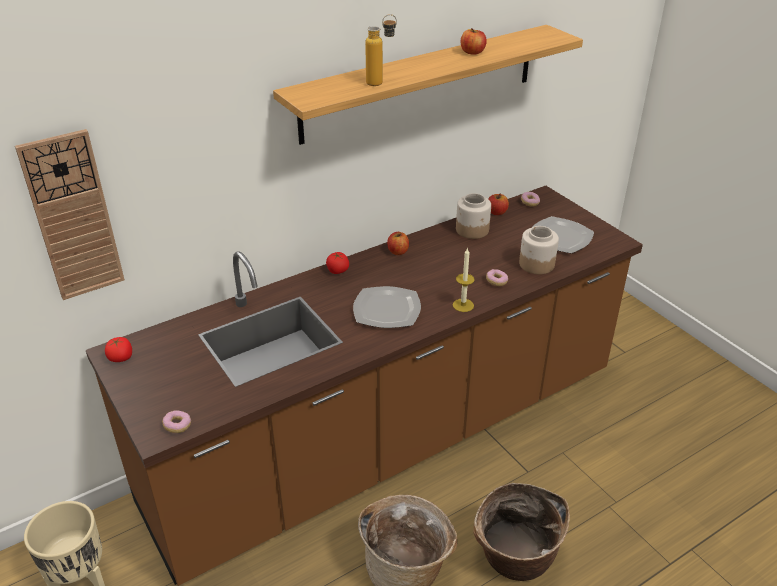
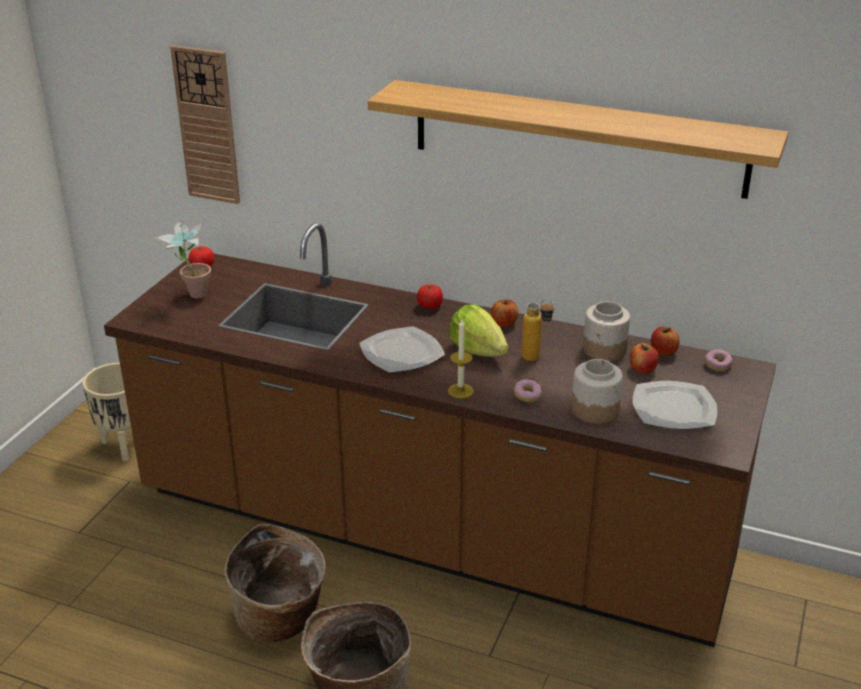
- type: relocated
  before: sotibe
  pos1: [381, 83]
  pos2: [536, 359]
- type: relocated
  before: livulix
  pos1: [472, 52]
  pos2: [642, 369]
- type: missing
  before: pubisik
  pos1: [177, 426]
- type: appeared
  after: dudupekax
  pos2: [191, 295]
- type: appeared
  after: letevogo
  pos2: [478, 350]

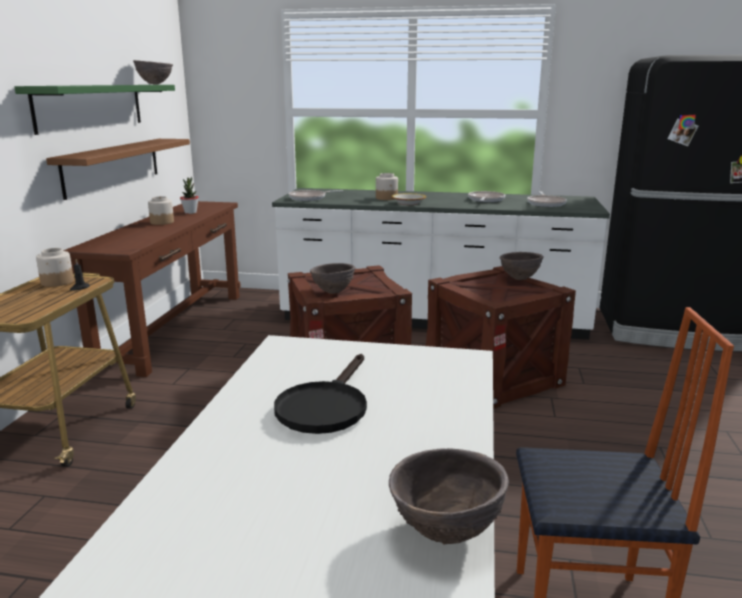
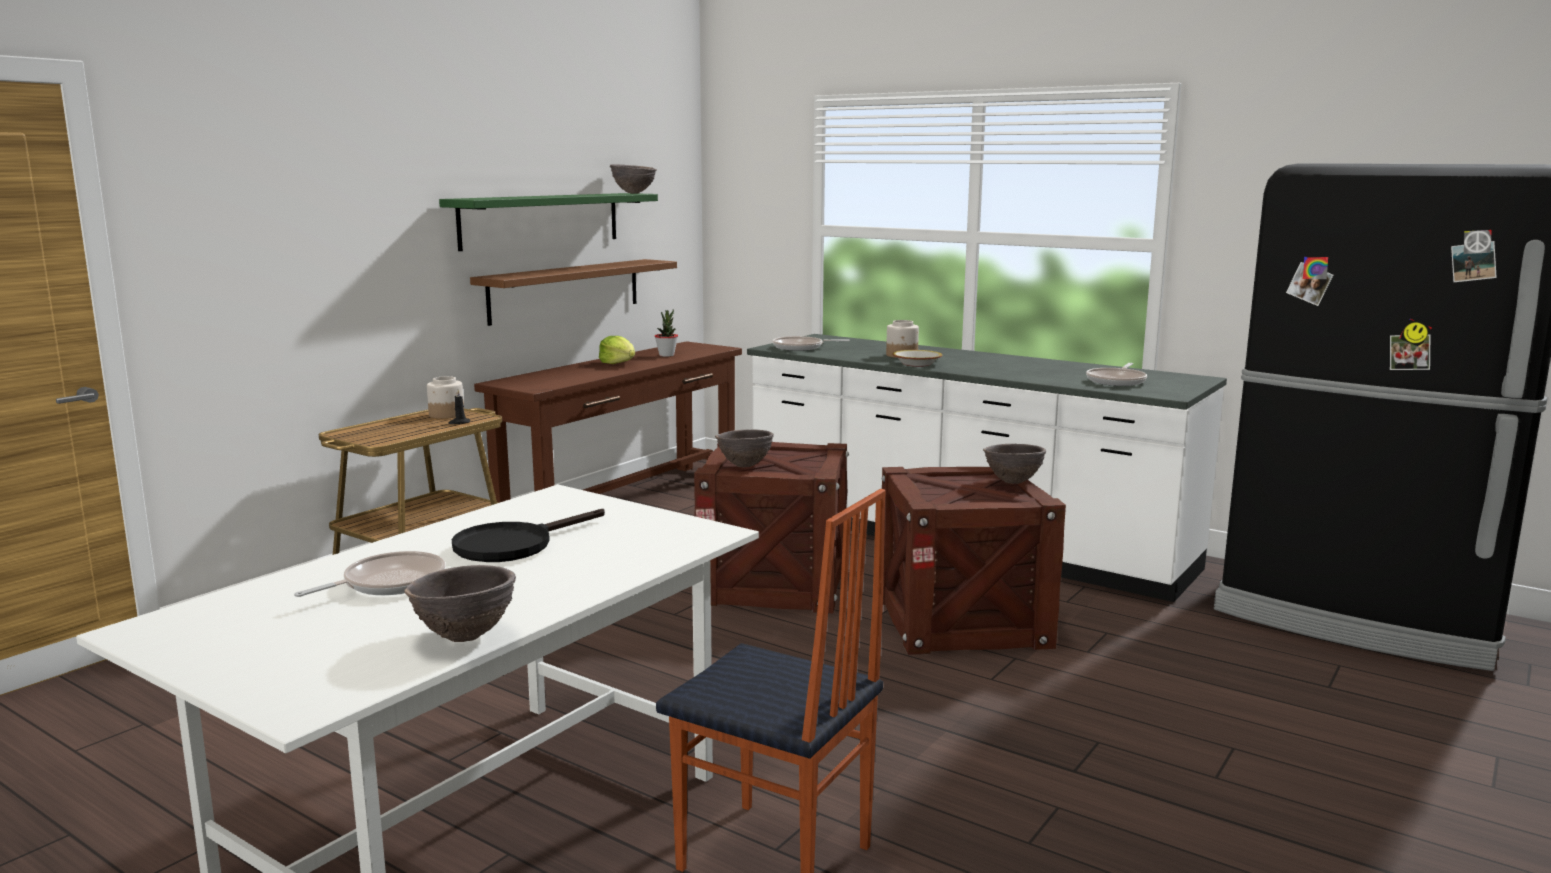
- type: relocated
  before: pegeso
  pos1: [485, 200]
  pos2: [388, 583]
- type: exchanged
  before: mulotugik
  after: letevogo
  pos1: [162, 222]
  pos2: [618, 363]

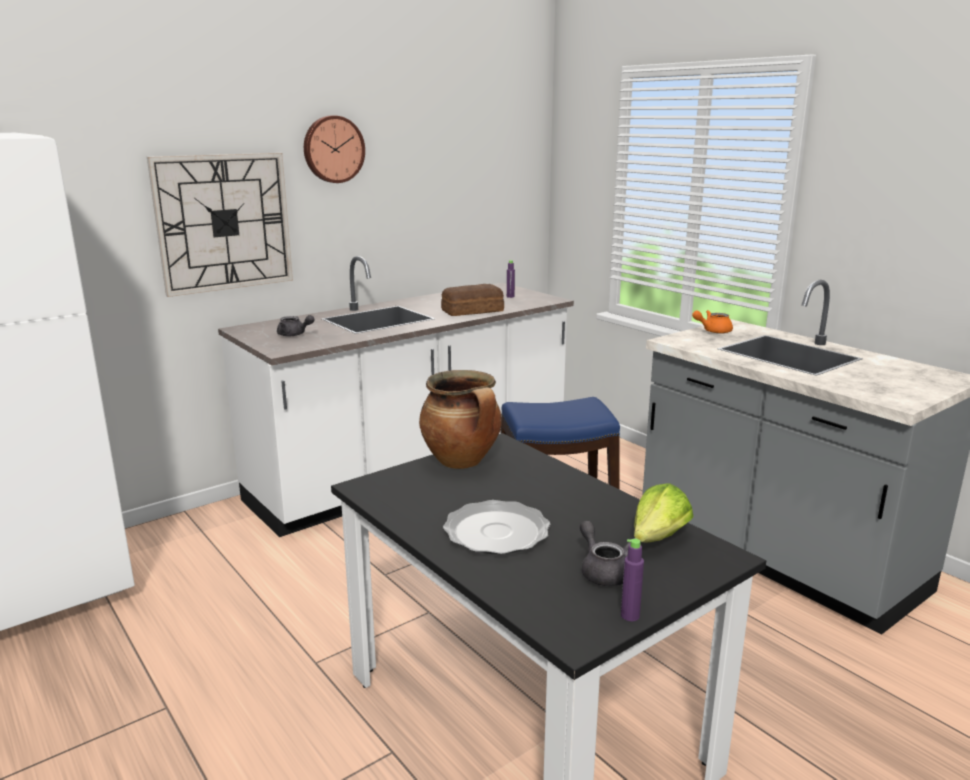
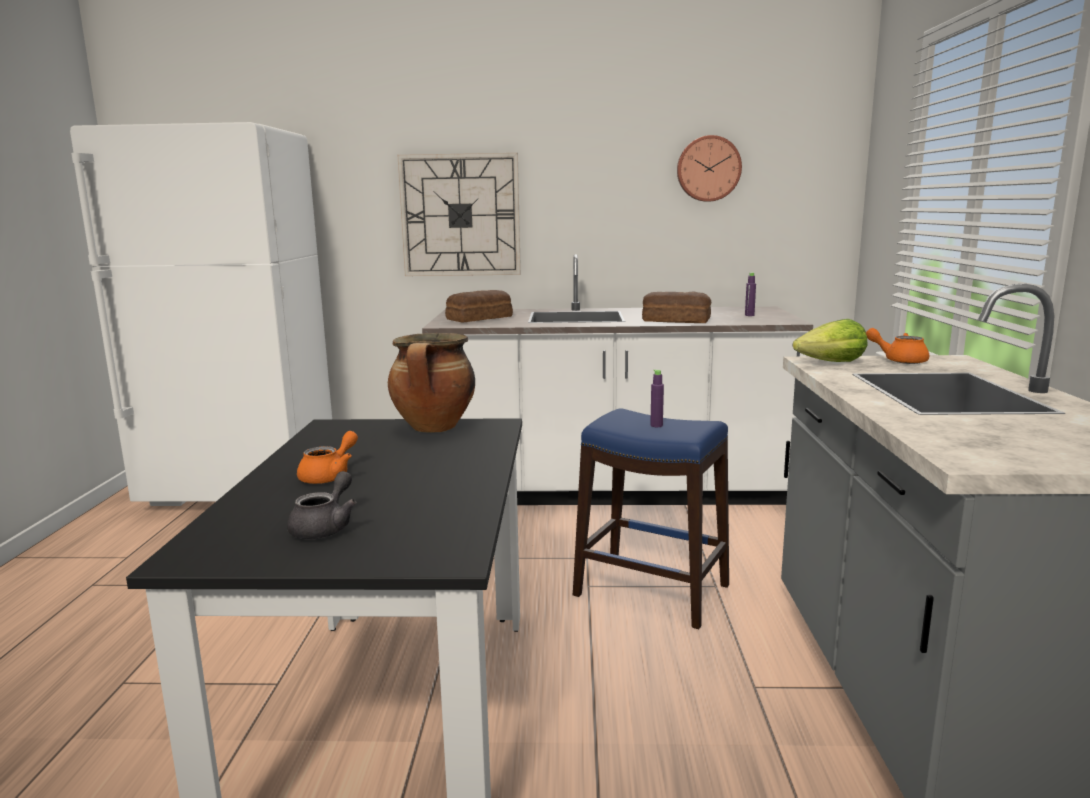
- type: relocated
  before: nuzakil
  pos1: [333, 149]
  pos2: [708, 169]
- type: exchanged
  before: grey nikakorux
  after: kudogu
  pos1: [294, 335]
  pos2: [480, 318]
- type: relocated
  before: letevogo
  pos1: [658, 537]
  pos2: [831, 363]
- type: exchanged
  before: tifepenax
  after: orange nikakorux
  pos1: [496, 531]
  pos2: [330, 476]
- type: relocated
  before: purple sotibe
  pos1: [630, 615]
  pos2: [656, 425]

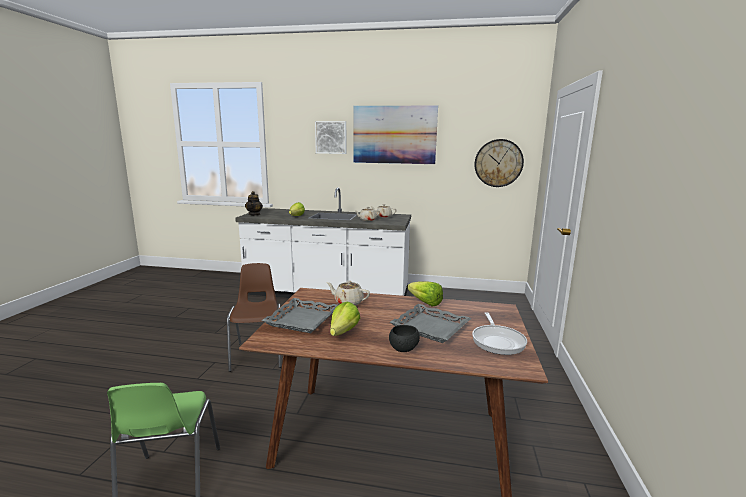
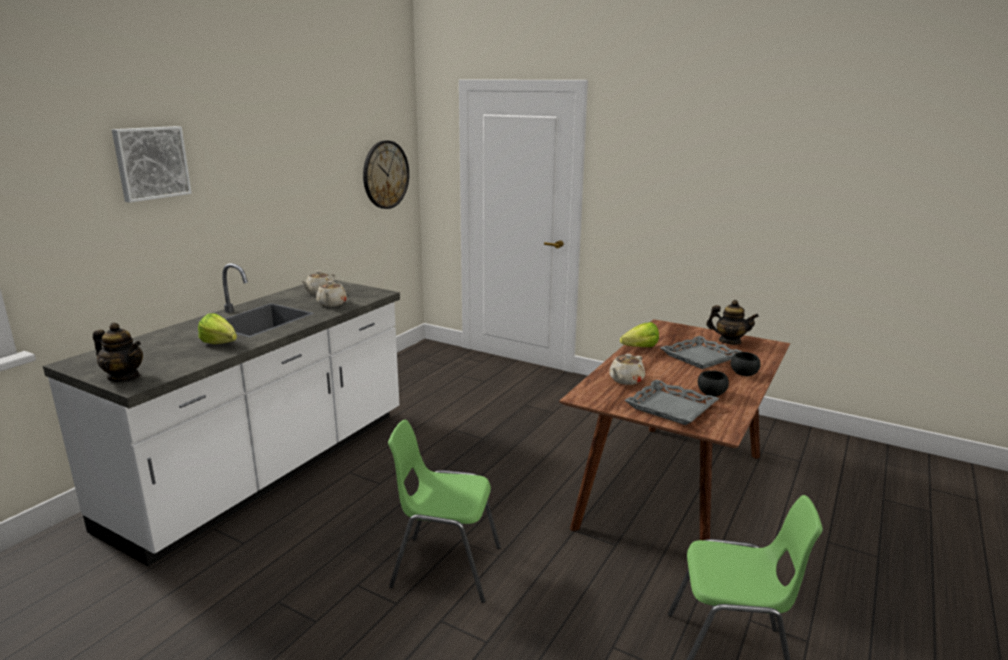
- type: missing
  before: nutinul
  pos1: [394, 135]
- type: colour
  before: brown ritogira
  after: green ritogira
  pos1: [258, 354]
  pos2: [445, 567]
- type: exchanged
  before: letevogo
  after: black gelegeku
  pos1: [340, 334]
  pos2: [711, 394]
- type: exchanged
  before: pegeso
  after: nikakorux
  pos1: [497, 341]
  pos2: [729, 341]

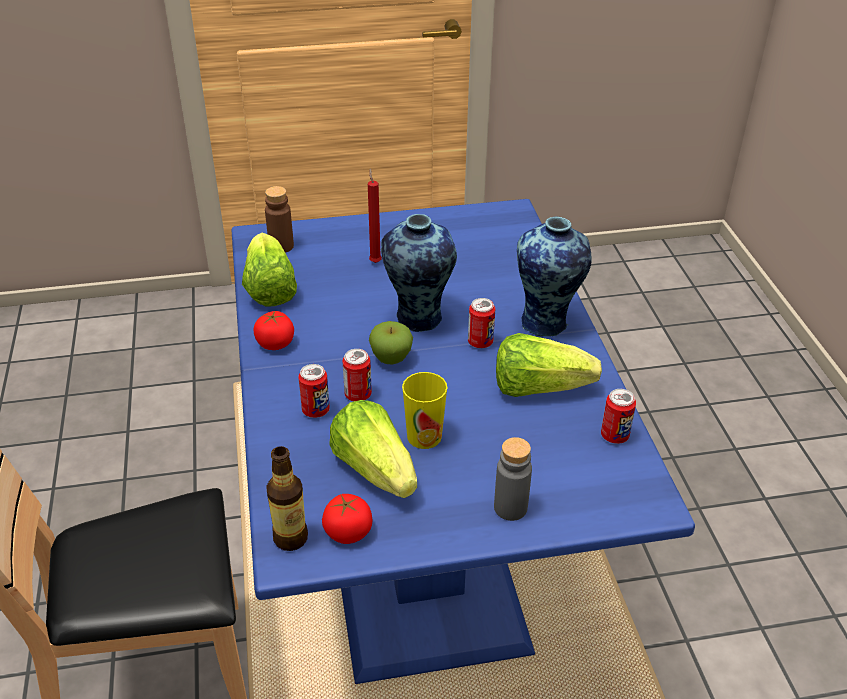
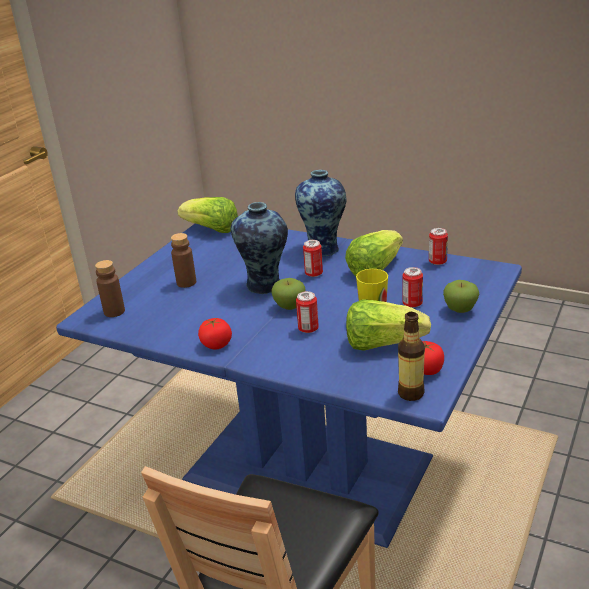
- type: exchanged
  before: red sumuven
  after: brown sotibe
  pos1: [375, 261]
  pos2: [186, 282]
- type: relocated
  before: letevogo
  pos1: [269, 288]
  pos2: [211, 230]
- type: relocated
  before: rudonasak
  pos1: [315, 410]
  pos2: [412, 304]
- type: exchanged
  before: grey sotibe
  after: livulix
  pos1: [510, 508]
  pos2: [460, 310]

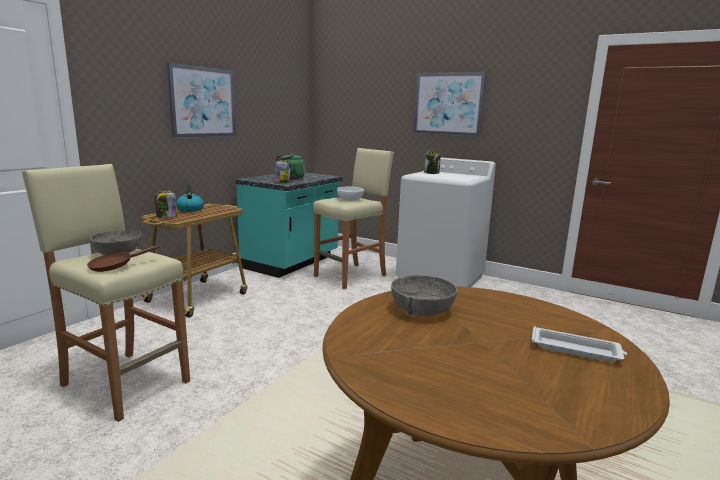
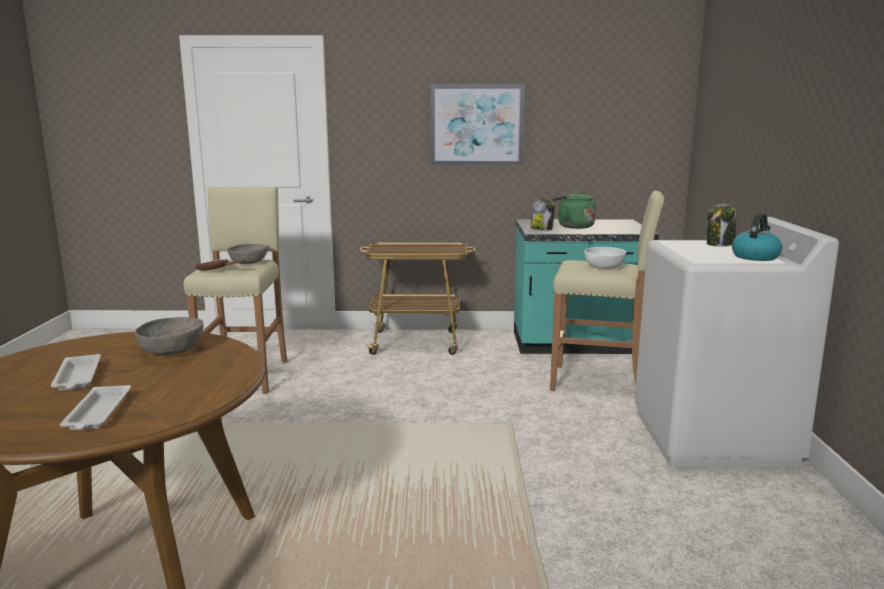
- type: missing
  before: nutinul
  pos1: [448, 104]
- type: relocated
  before: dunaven
  pos1: [190, 209]
  pos2: [755, 257]
- type: missing
  before: mulotugik
  pos1: [166, 217]
- type: appeared
  after: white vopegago
  pos2: [77, 377]

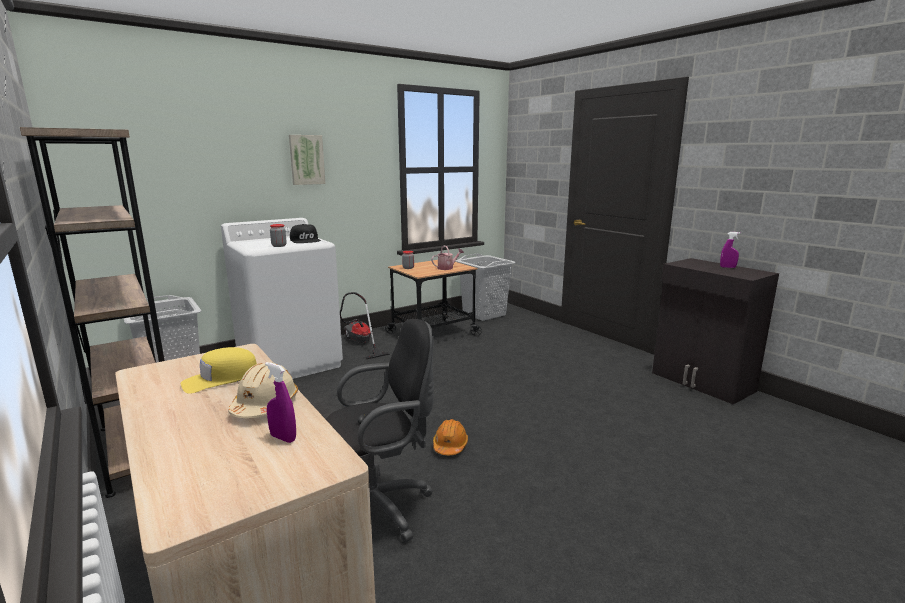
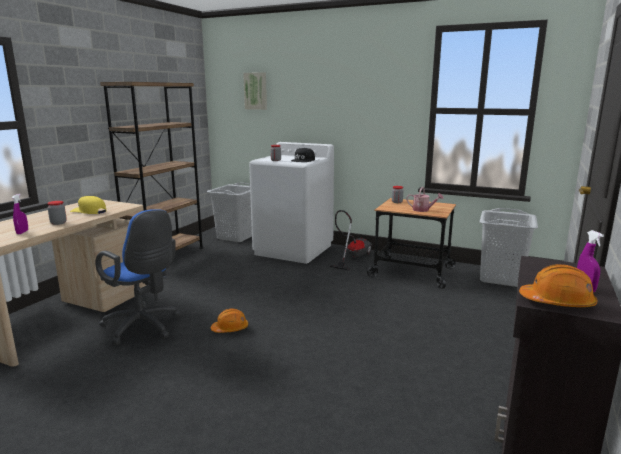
- type: relocated
  before: nutinul
  pos1: [306, 160]
  pos2: [256, 91]
- type: colour
  before: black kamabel
  after: blue kamabel
  pos1: [380, 508]
  pos2: [144, 327]
- type: exchanged
  before: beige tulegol
  after: mulotugik
  pos1: [265, 405]
  pos2: [58, 223]
- type: appeared
  after: orange tulegol
  pos2: [557, 302]

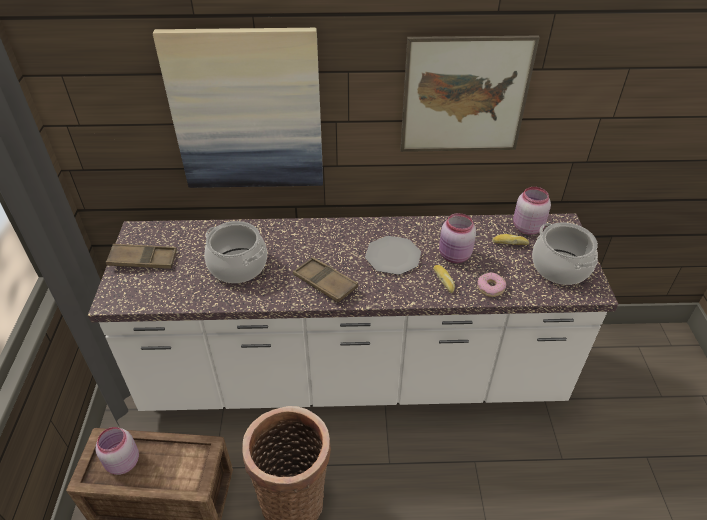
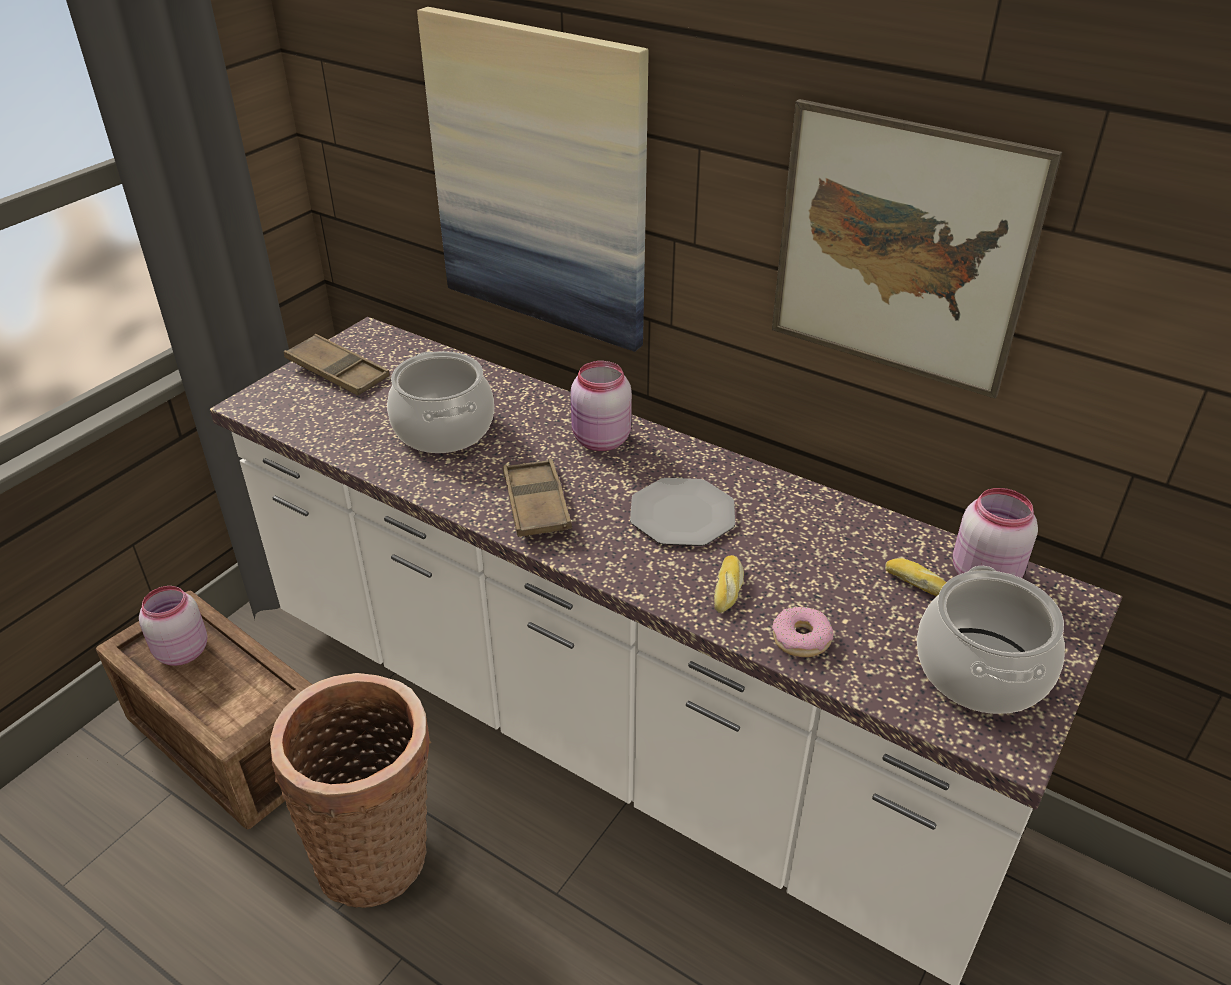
- type: relocated
  before: pink mulotugik
  pos1: [454, 256]
  pos2: [600, 440]

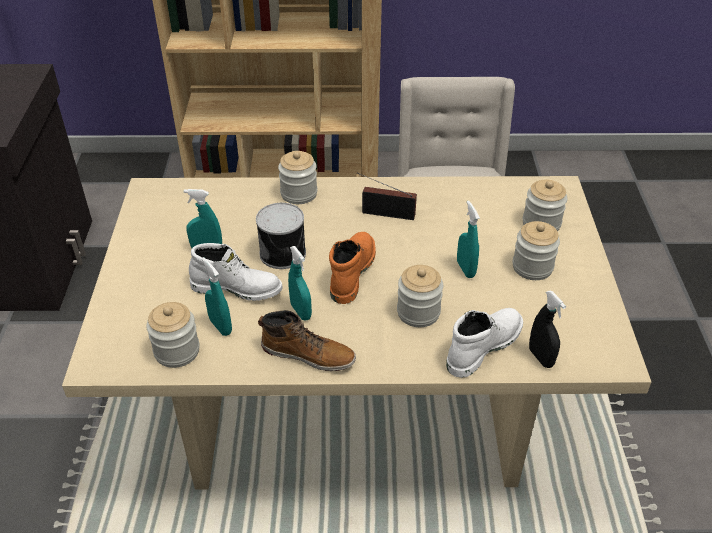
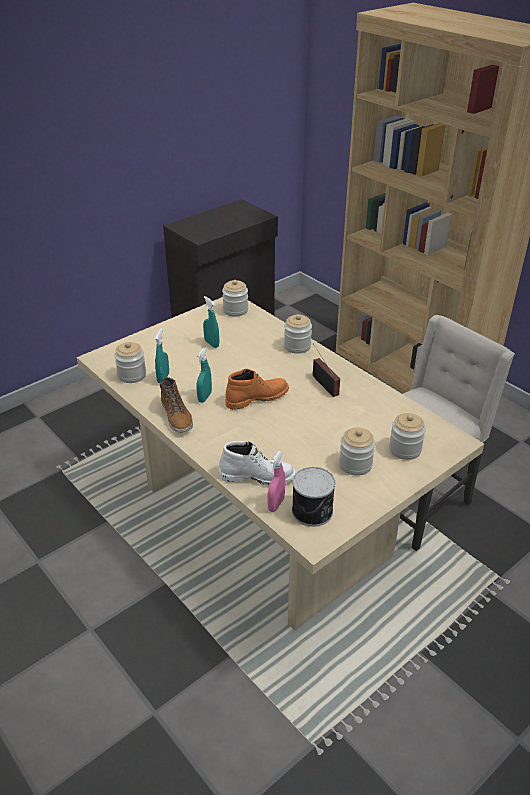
- type: missing
  before: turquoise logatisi
  pos1: [465, 269]
- type: relocated
  before: rudonasak
  pos1: [284, 253]
  pos2: [313, 511]
- type: missing
  before: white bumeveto
  pos1: [237, 288]
- type: relocated
  before: mulotugik
  pos1: [418, 312]
  pos2: [235, 310]
- type: colour
  before: black logatisi
  after: pink logatisi
  pos1: [540, 357]
  pos2: [276, 504]

